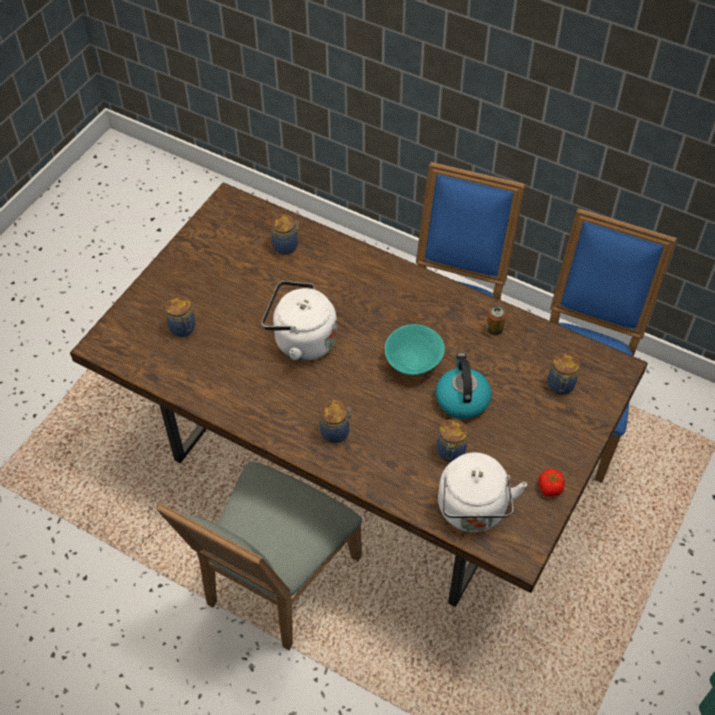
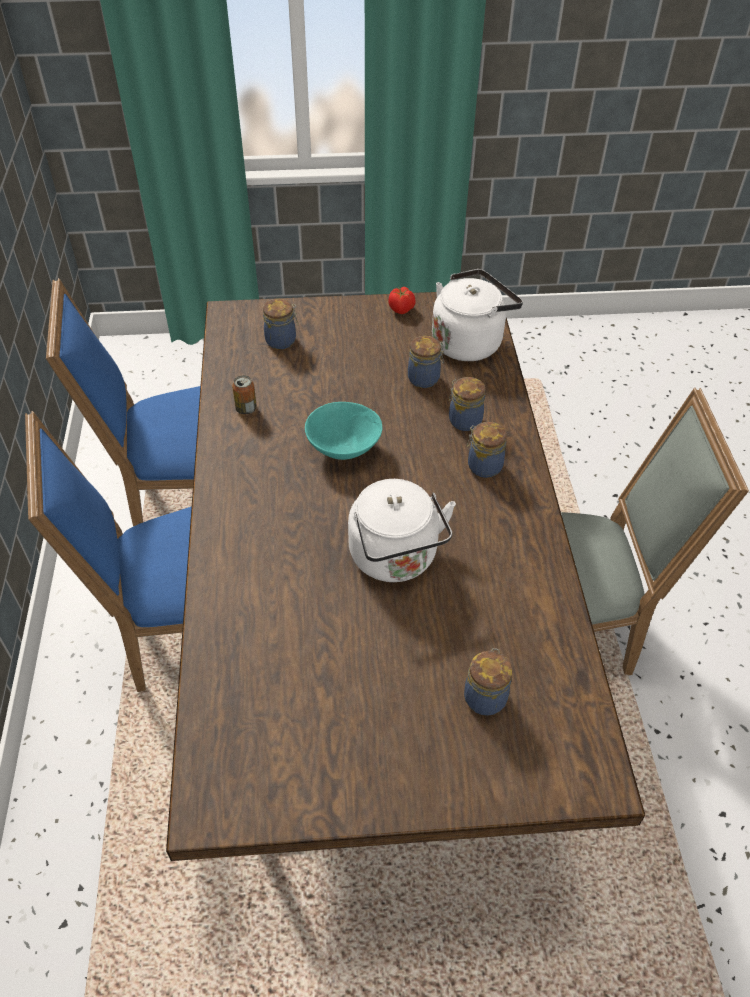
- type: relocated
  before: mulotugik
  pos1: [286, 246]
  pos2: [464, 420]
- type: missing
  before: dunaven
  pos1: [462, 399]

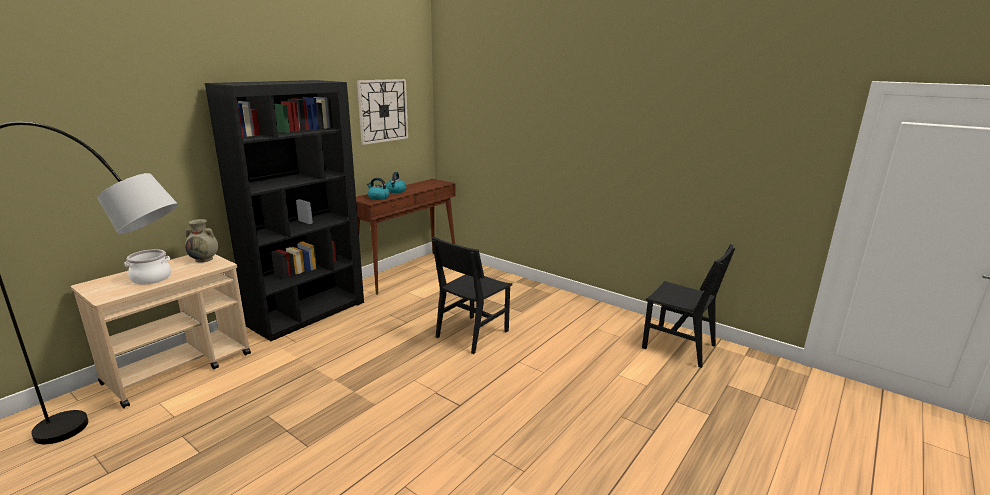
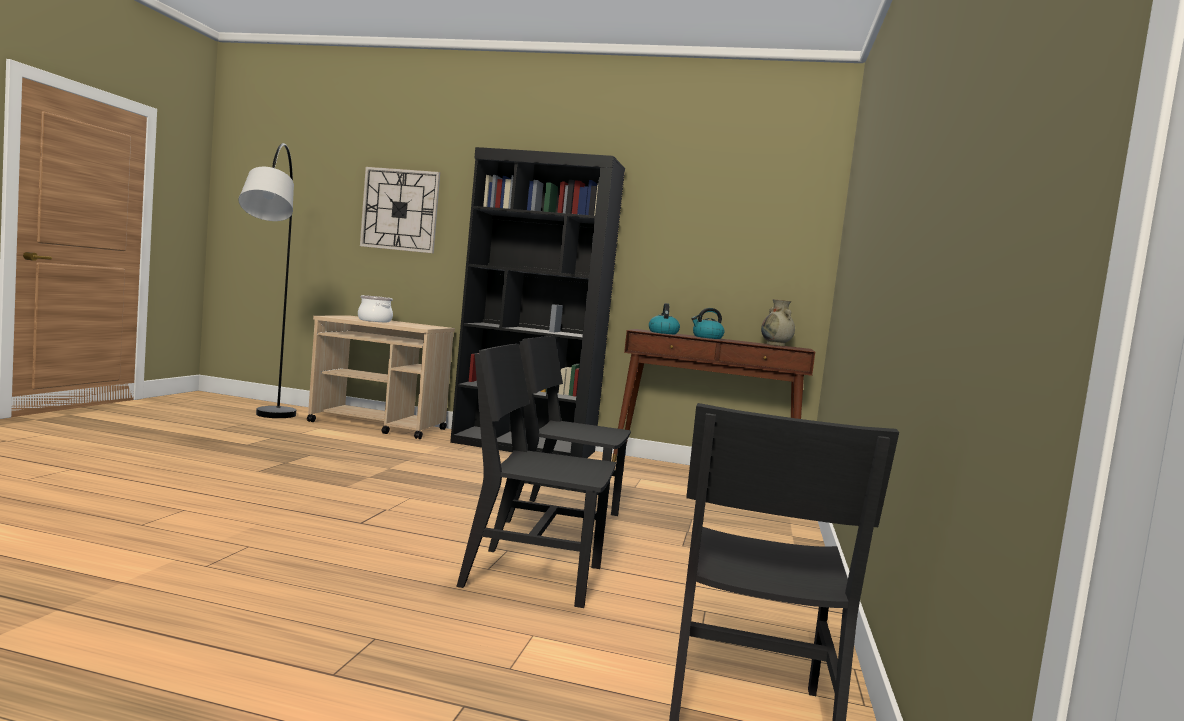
- type: relocated
  before: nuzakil
  pos1: [383, 111]
  pos2: [400, 210]
- type: relocated
  before: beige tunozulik
  pos1: [204, 259]
  pos2: [776, 345]
- type: appeared
  after: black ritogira
  pos2: [532, 576]

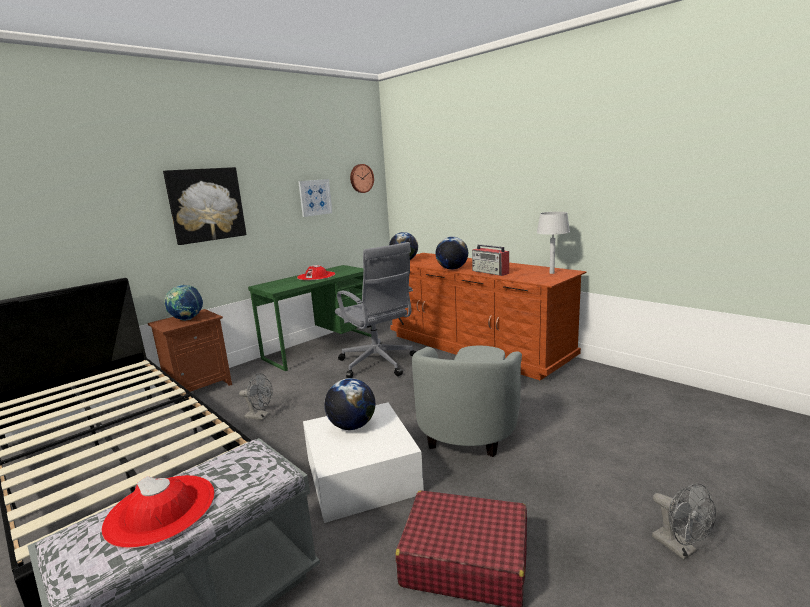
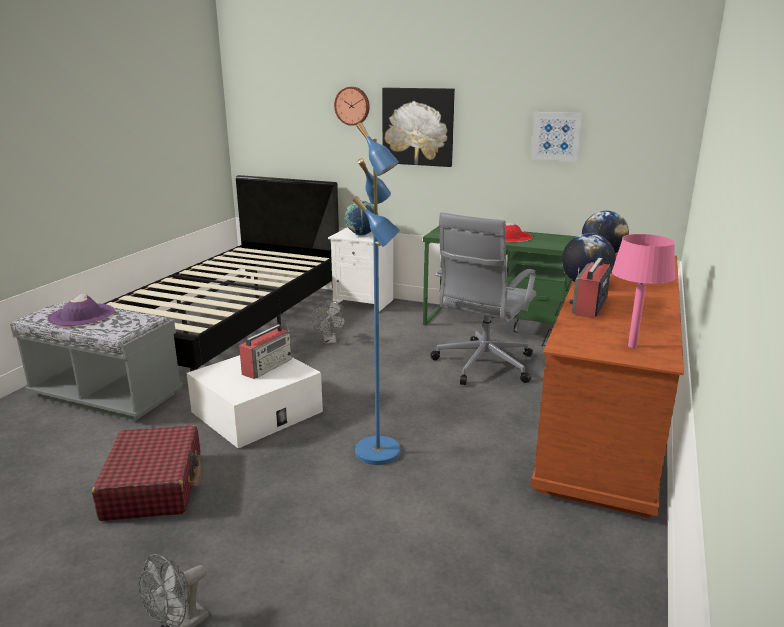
- type: relocated
  before: nuzakil
  pos1: [361, 178]
  pos2: [352, 106]
- type: colour
  before: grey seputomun
  after: pink seputomun
  pos1: [552, 273]
  pos2: [633, 346]
- type: colour
  before: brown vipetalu
  after: white vipetalu
  pos1: [199, 387]
  pos2: [364, 302]
- type: exchanged
  before: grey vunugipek
  after: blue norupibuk
  pos1: [470, 422]
  pos2: [379, 452]
- type: exchanged
  before: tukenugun
  after: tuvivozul
  pos1: [352, 426]
  pos2: [268, 366]
- type: colour
  before: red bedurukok
  after: purple bedurukok
  pos1: [161, 509]
  pos2: [81, 315]

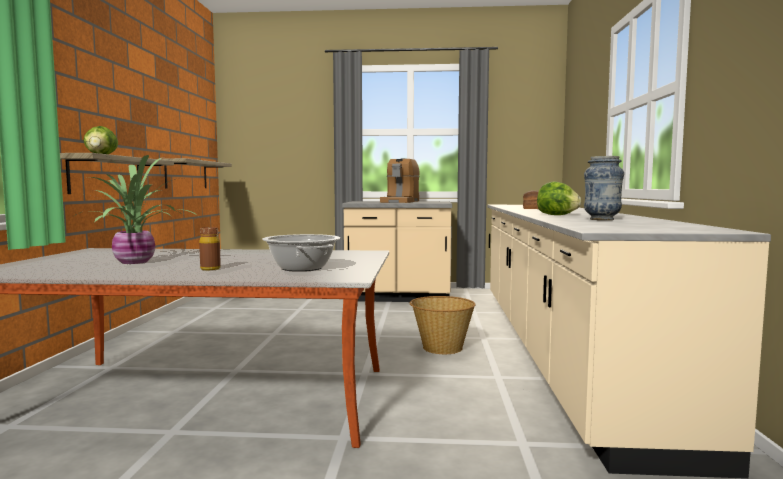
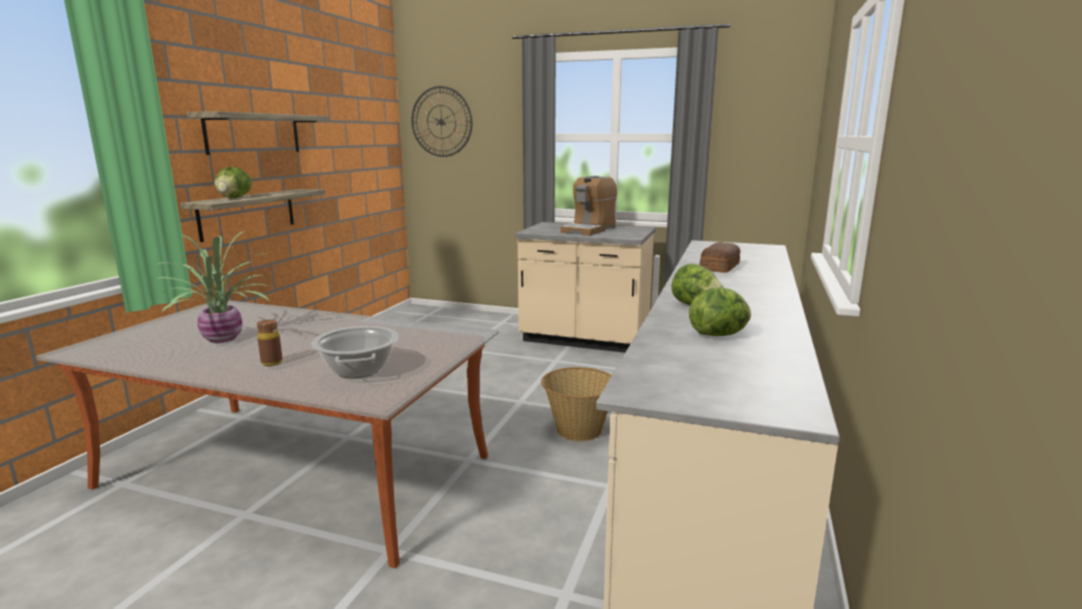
- type: exchanged
  before: tunozulik
  after: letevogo
  pos1: [602, 219]
  pos2: [719, 335]
- type: relocated
  before: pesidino
  pos1: [186, 174]
  pos2: [254, 133]
- type: appeared
  after: nuzakil
  pos2: [441, 122]

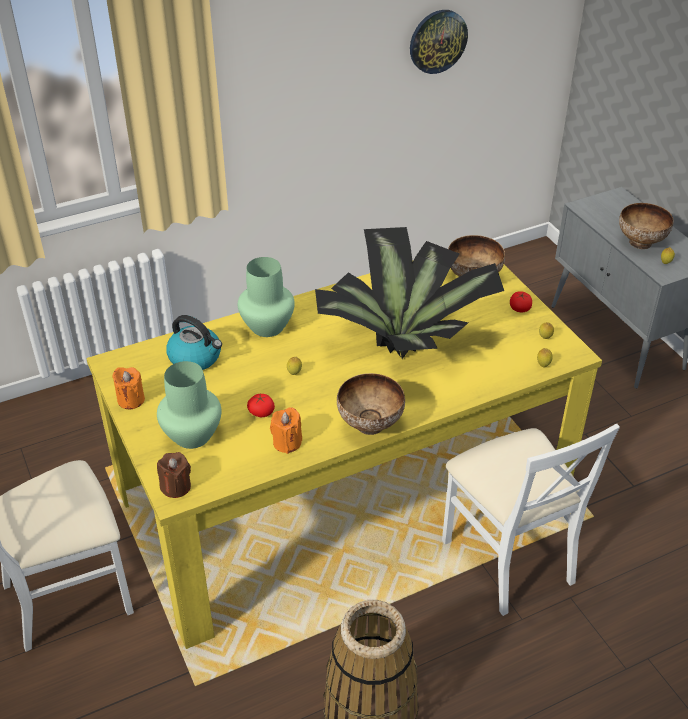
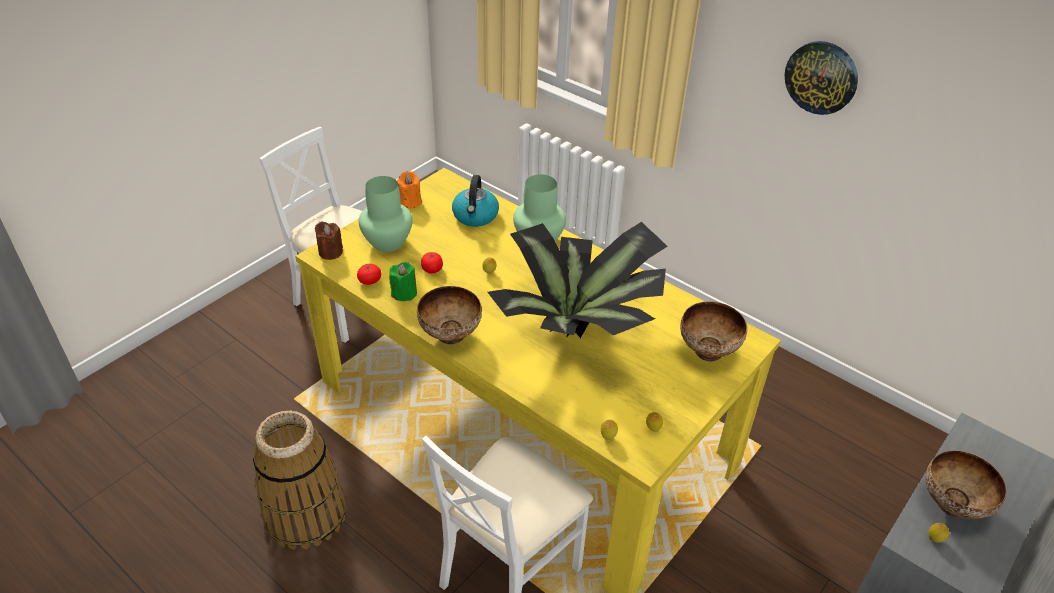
- type: relocated
  before: nuzakil
  pos1: [437, 41]
  pos2: [821, 77]
- type: relocated
  before: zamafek
  pos1: [520, 308]
  pos2: [369, 280]
- type: colour
  before: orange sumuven
  after: green sumuven
  pos1: [287, 442]
  pos2: [404, 293]

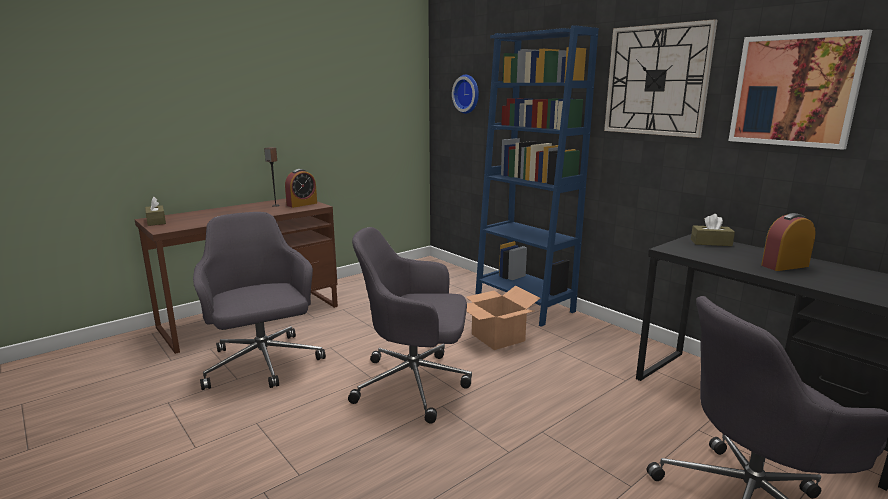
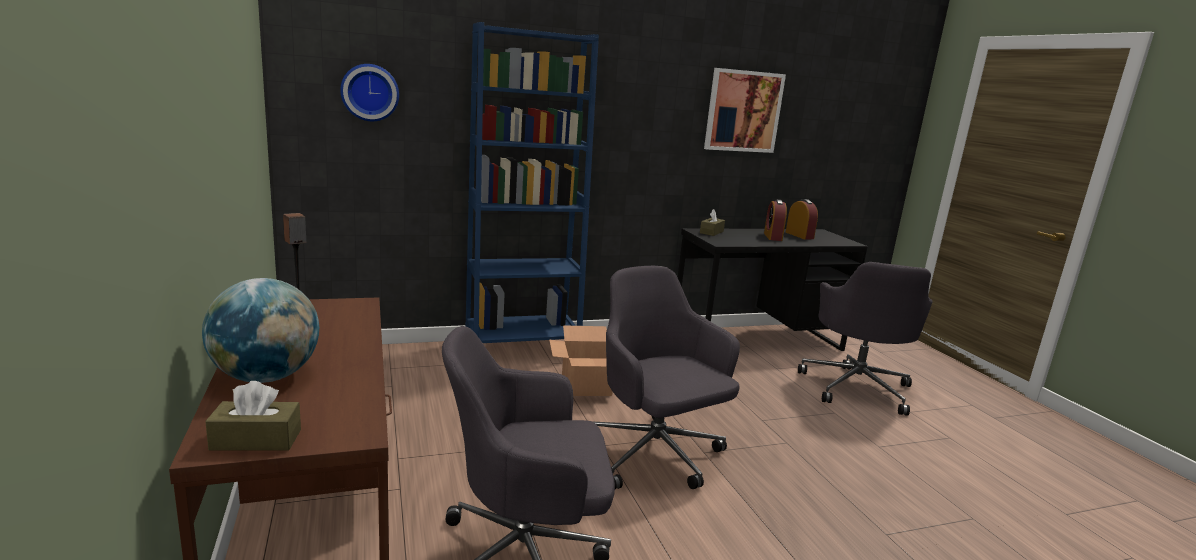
- type: missing
  before: nuzakil
  pos1: [656, 80]
- type: relocated
  before: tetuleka
  pos1: [302, 204]
  pos2: [799, 235]
- type: spun
  before: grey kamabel
  pos1: [415, 384]
  pos2: [654, 456]
  turn: 120
- type: appeared
  after: tukenugun
  pos2: [266, 377]

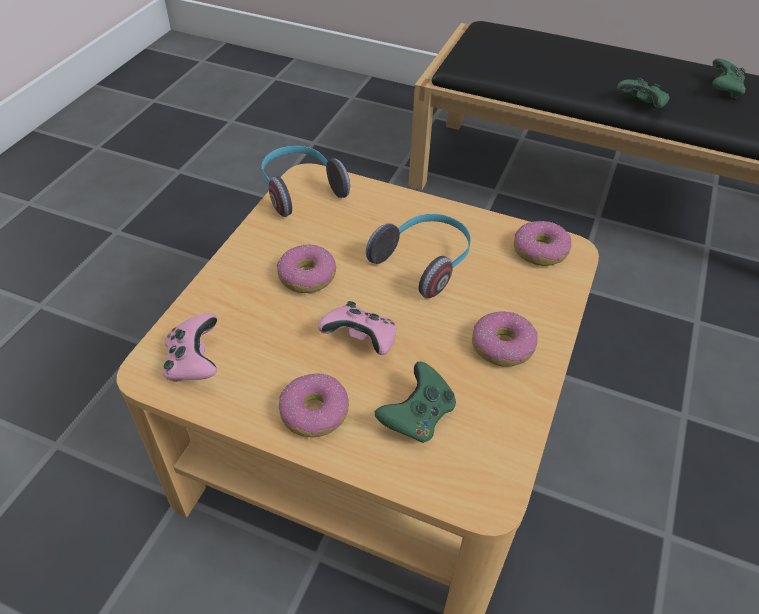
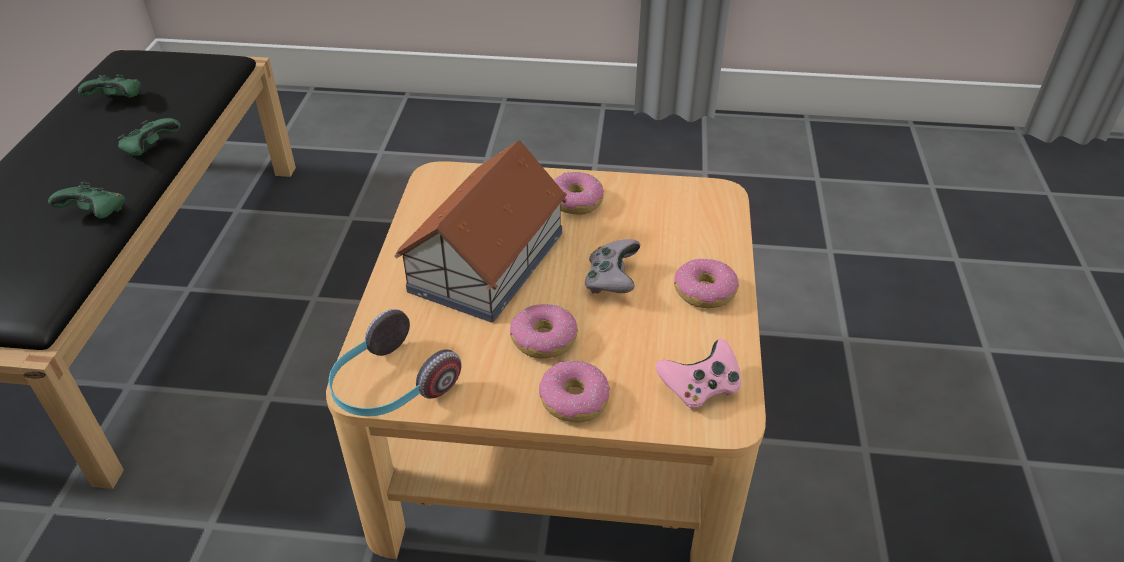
- type: exchanged
  before: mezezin
  after: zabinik
  pos1: [424, 262]
  pos2: [489, 260]
- type: relocated
  before: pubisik
  pos1: [540, 250]
  pos2: [574, 399]
- type: colour
  before: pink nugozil
  after: grey nugozil
  pos1: [361, 340]
  pos2: [611, 281]
- type: relocated
  before: green nugozil
  pos1: [417, 417]
  pos2: [97, 214]

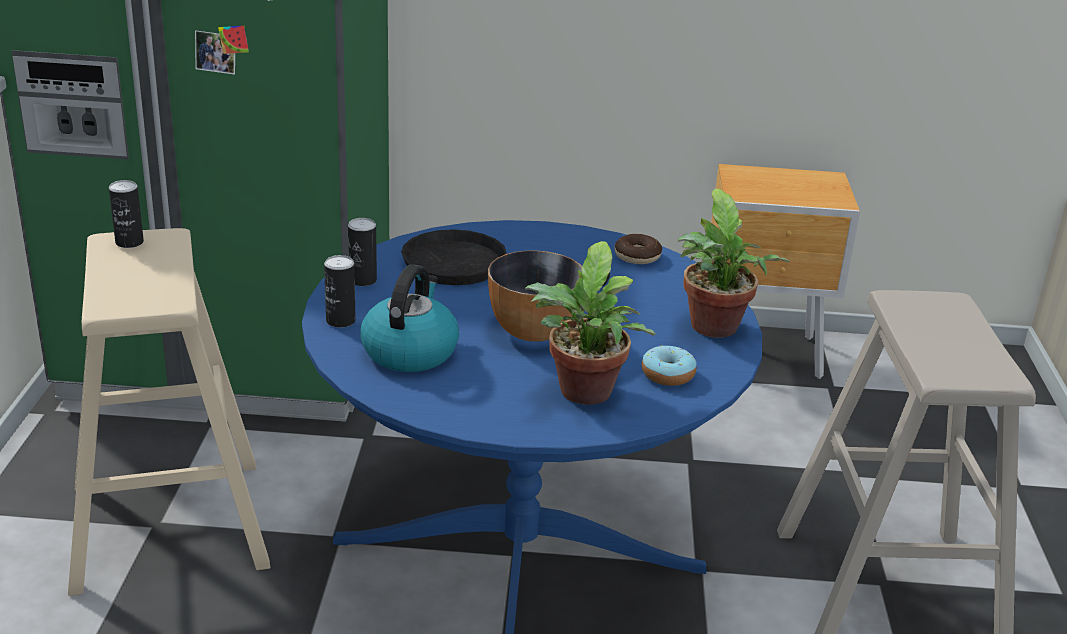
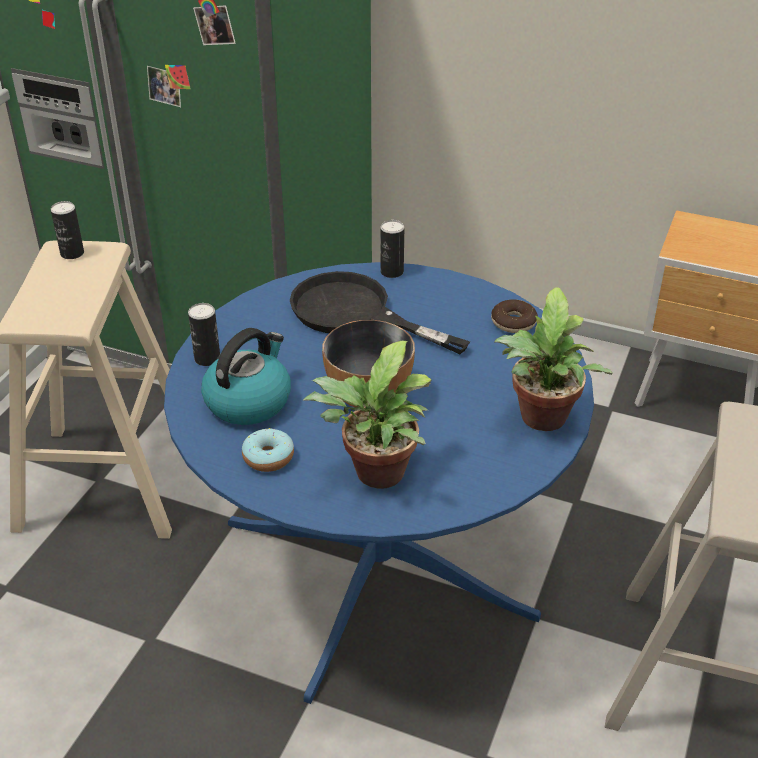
- type: relocated
  before: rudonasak
  pos1: [363, 280]
  pos2: [392, 272]
- type: relocated
  before: pubisik
  pos1: [667, 375]
  pos2: [268, 457]

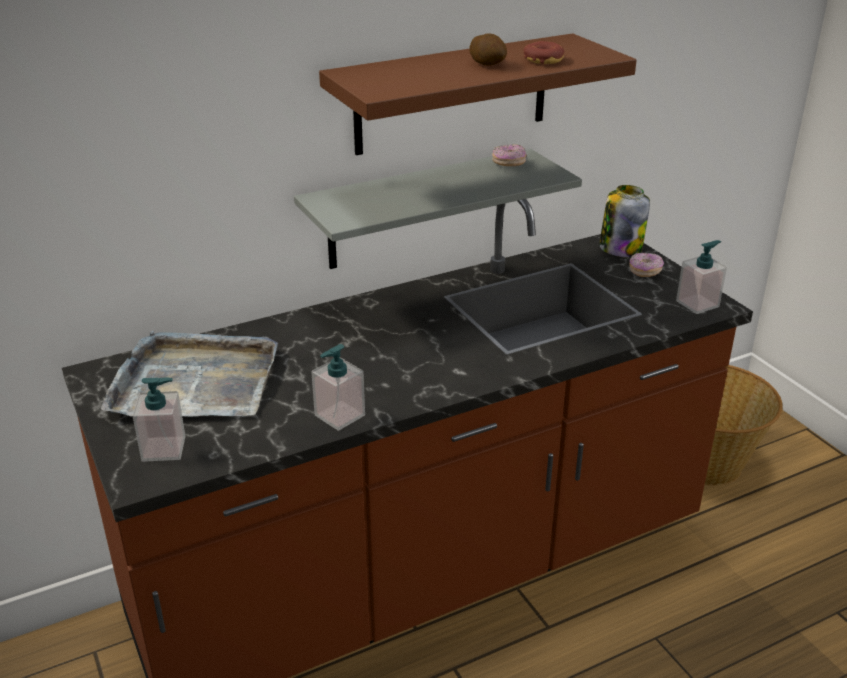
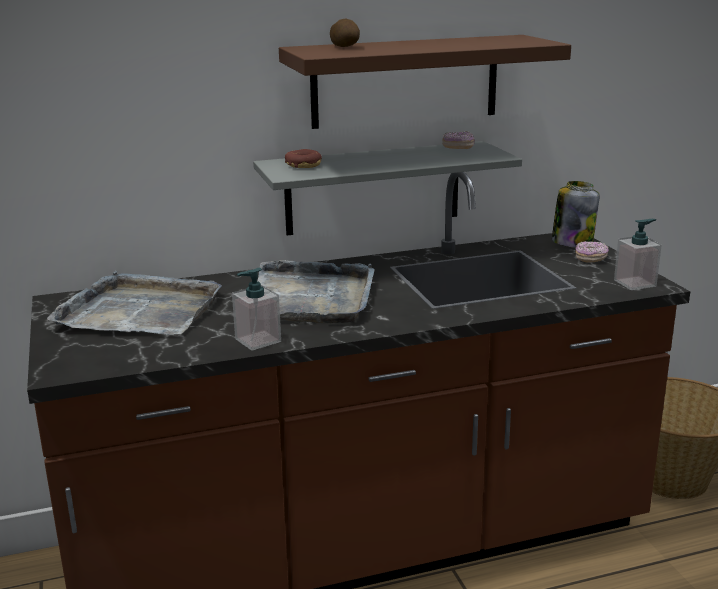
- type: relocated
  before: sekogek
  pos1: [488, 64]
  pos2: [345, 47]
- type: relocated
  before: pubisik
  pos1: [543, 60]
  pos2: [303, 165]
- type: missing
  before: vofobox
  pos1: [164, 449]
- type: appeared
  after: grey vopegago
  pos2: [312, 297]

